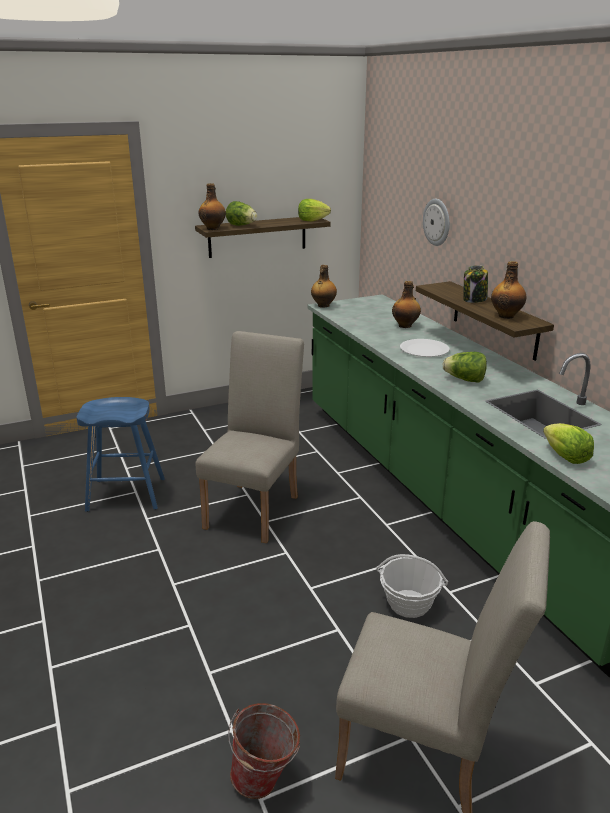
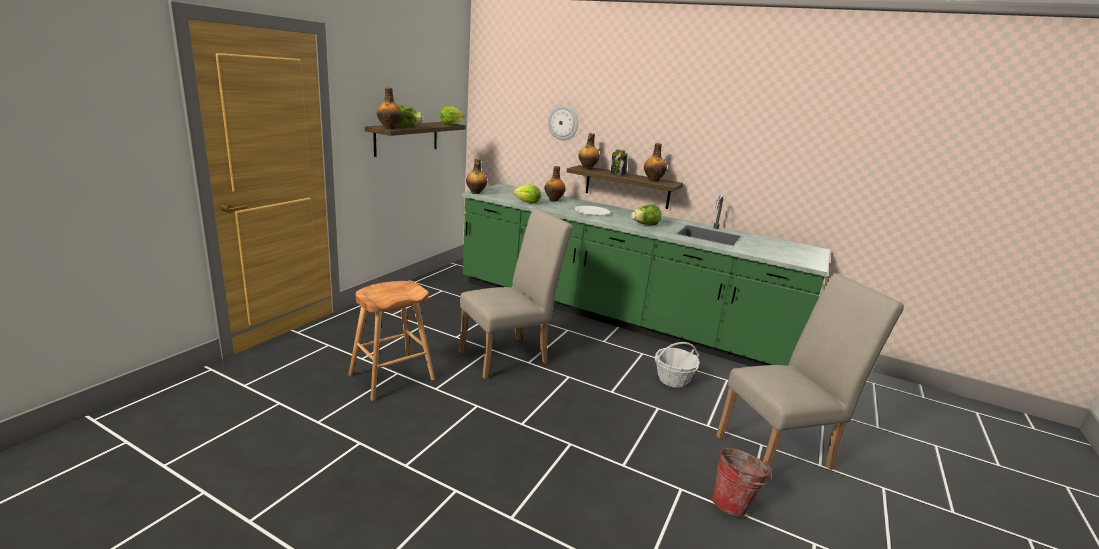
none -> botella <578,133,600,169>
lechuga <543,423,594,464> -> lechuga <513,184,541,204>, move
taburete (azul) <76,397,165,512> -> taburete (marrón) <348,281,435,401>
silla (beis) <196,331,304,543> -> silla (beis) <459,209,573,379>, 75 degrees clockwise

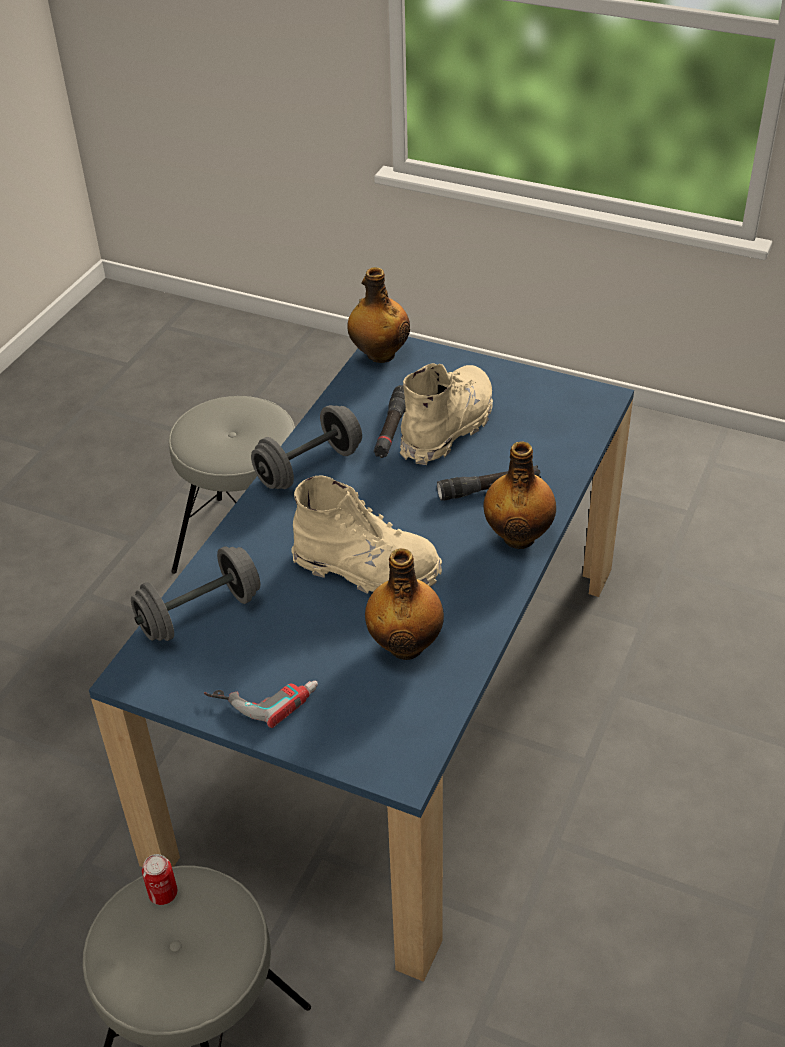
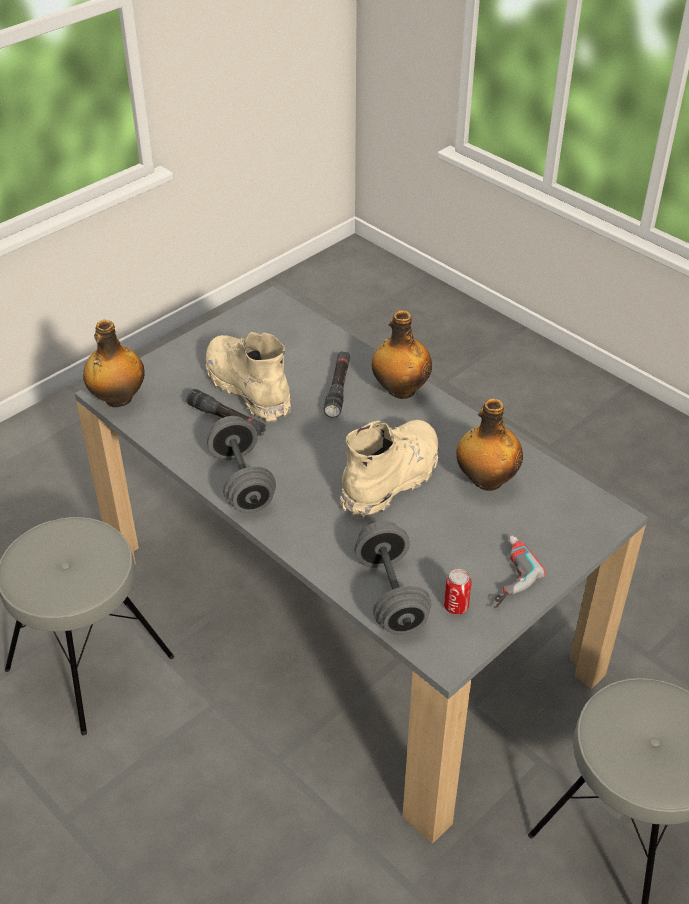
lata <142,854,177,905> -> lata <444,569,472,615>, move
mesa de comedor (azul) <89,337,634,982> -> mesa de comedor (gris) <75,286,648,844>

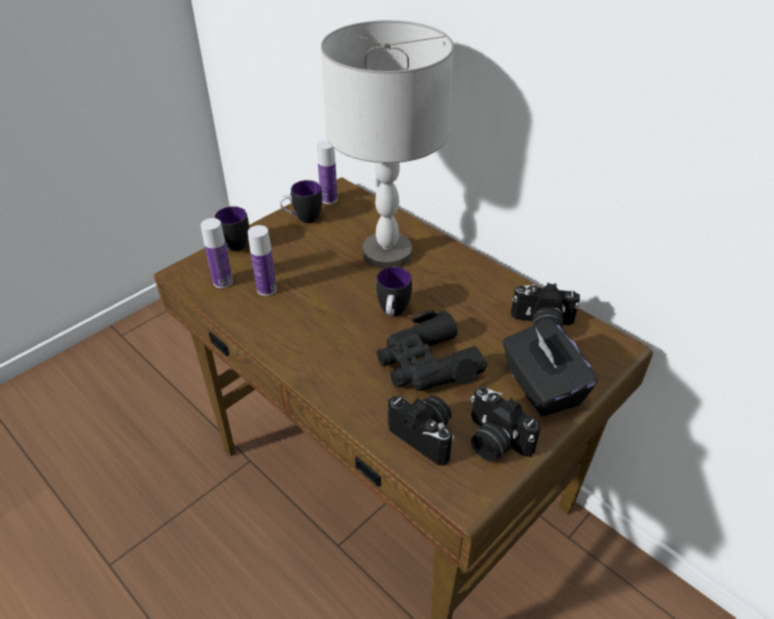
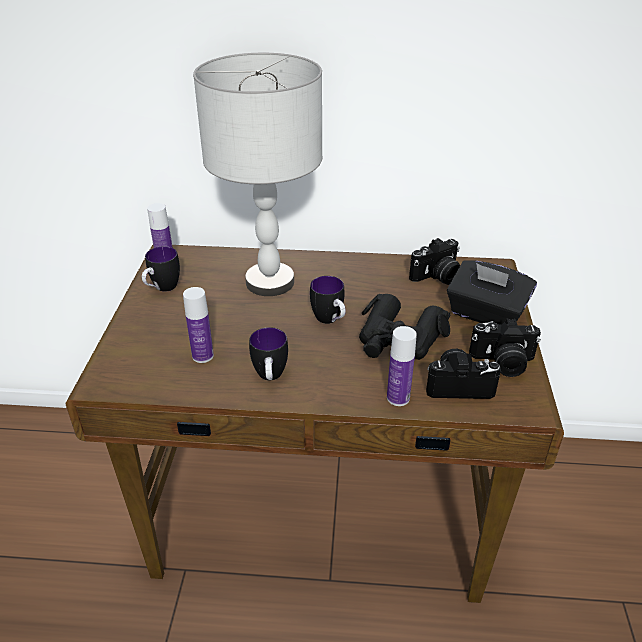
botella <201,218,233,288> -> botella <387,326,417,406>, move
taza grande <215,206,249,251> -> taza grande <249,327,288,380>, move

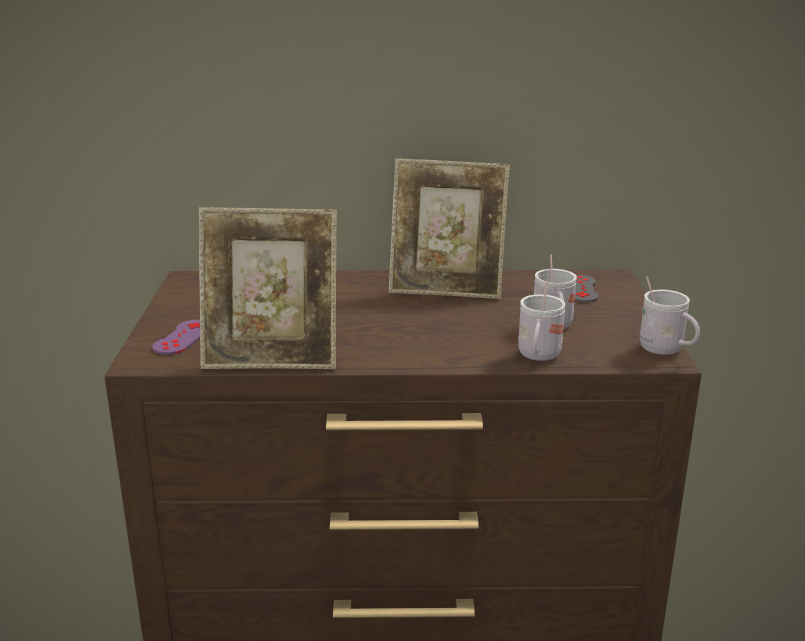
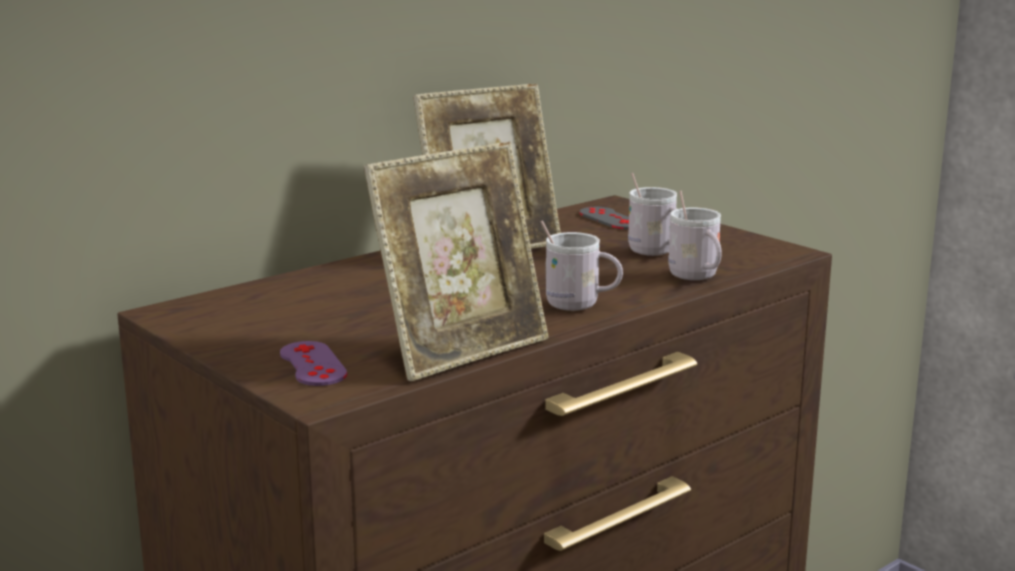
taza grande (blanco) <640,276,700,355> -> taza grande (blanco) <540,220,623,311>, move

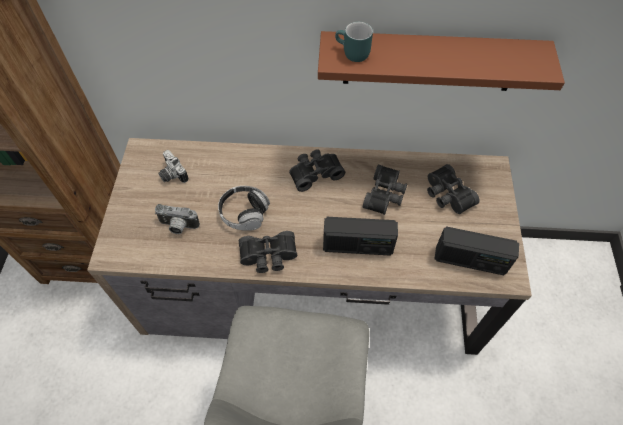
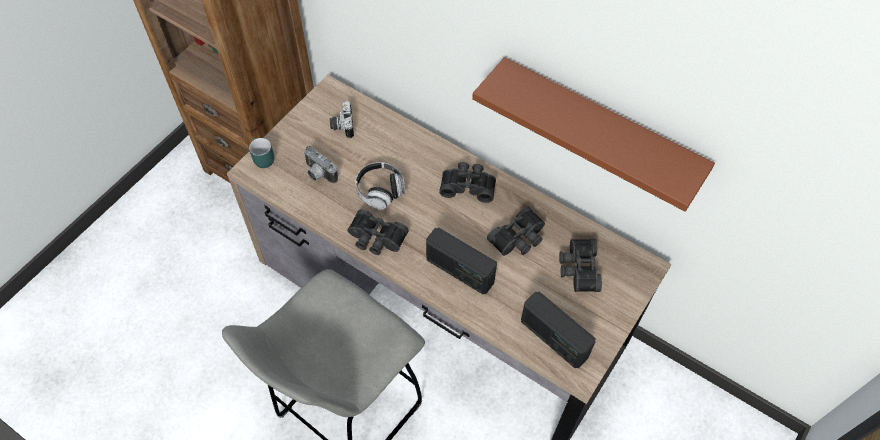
taza grande (turquesa) <335,22,373,62> -> taza grande (turquesa) <249,138,274,168>, move

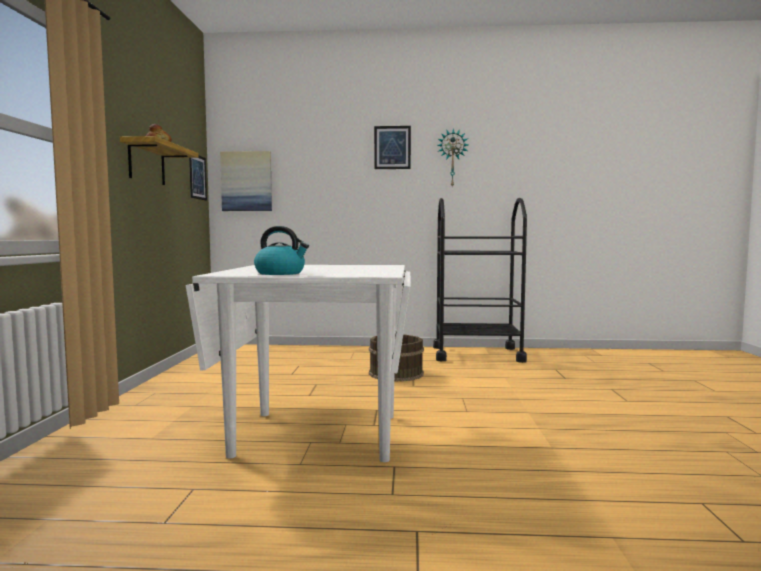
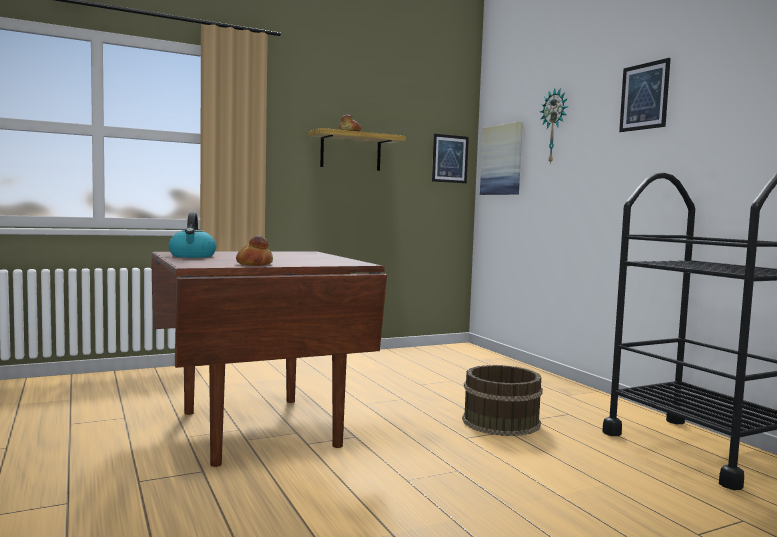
none -> pan <236,235,273,266>
reloj de pared <437,128,468,188> -> reloj de pared <540,88,568,165>, move
mesa de comedor (blanco) <186,265,411,462> -> mesa de comedor (marrón) <151,251,387,467>

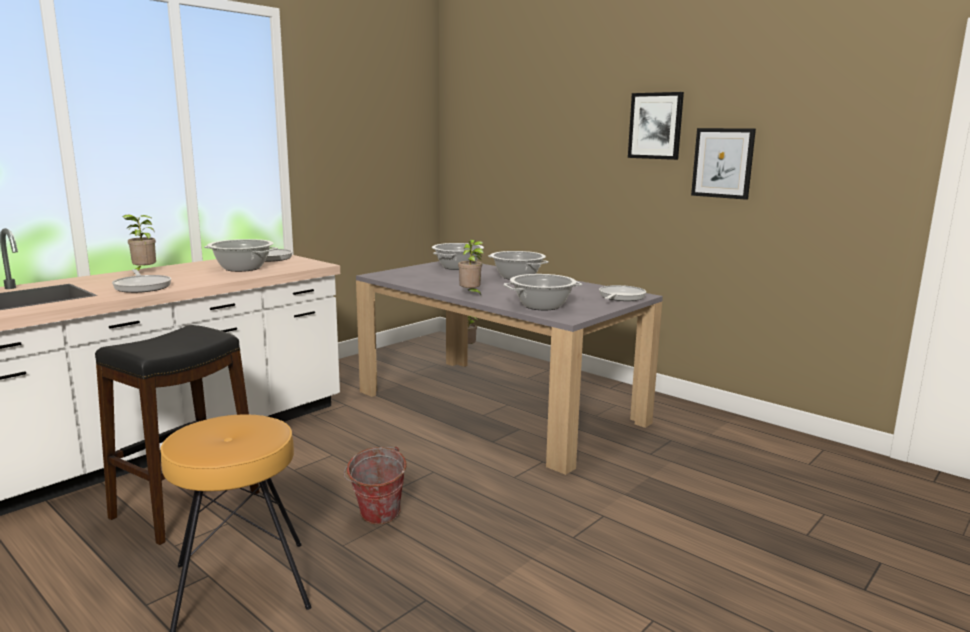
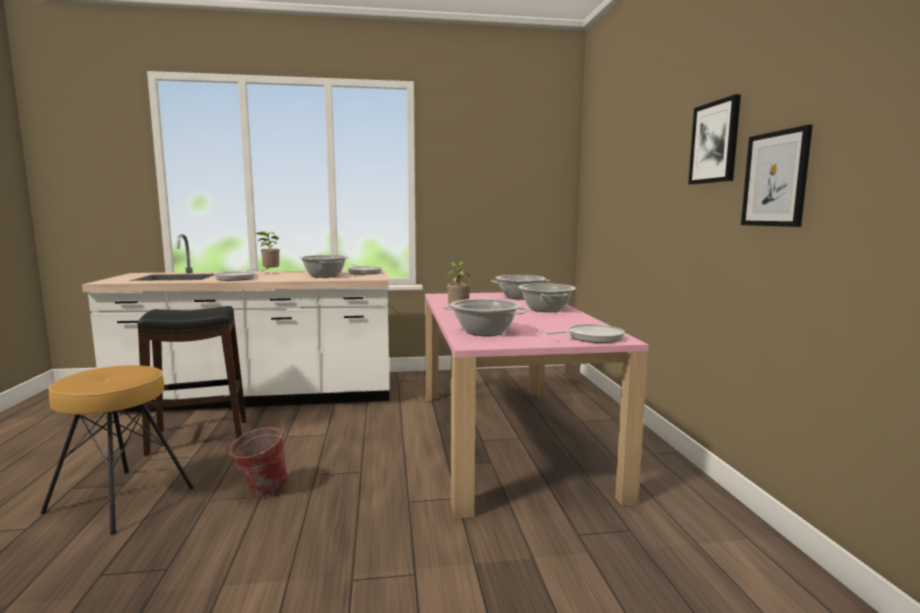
mesa de comedor (gris) <356,261,663,475> -> mesa de comedor (rosa) <425,292,649,519>

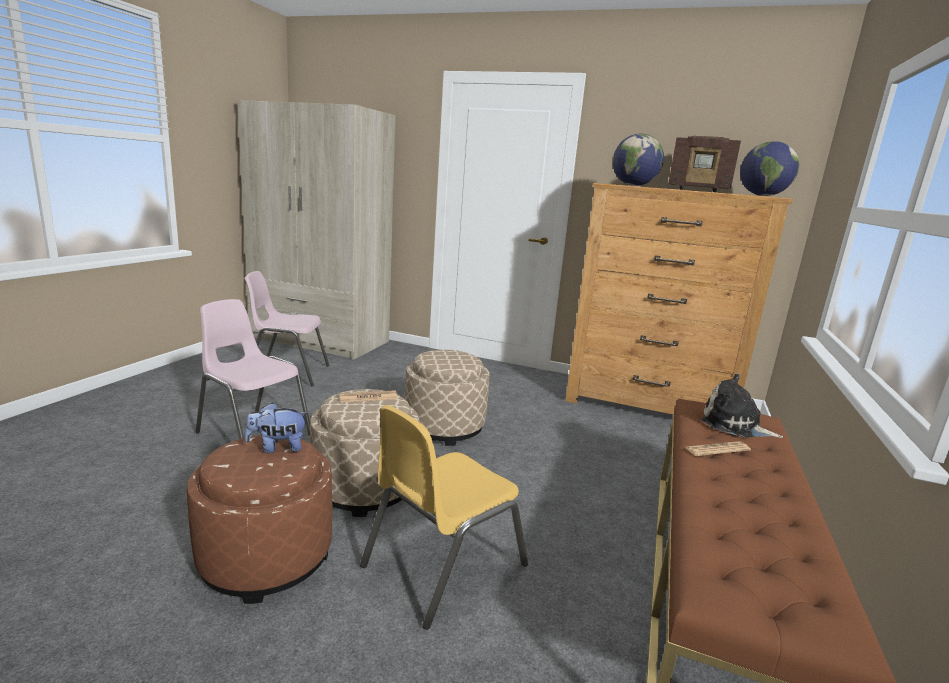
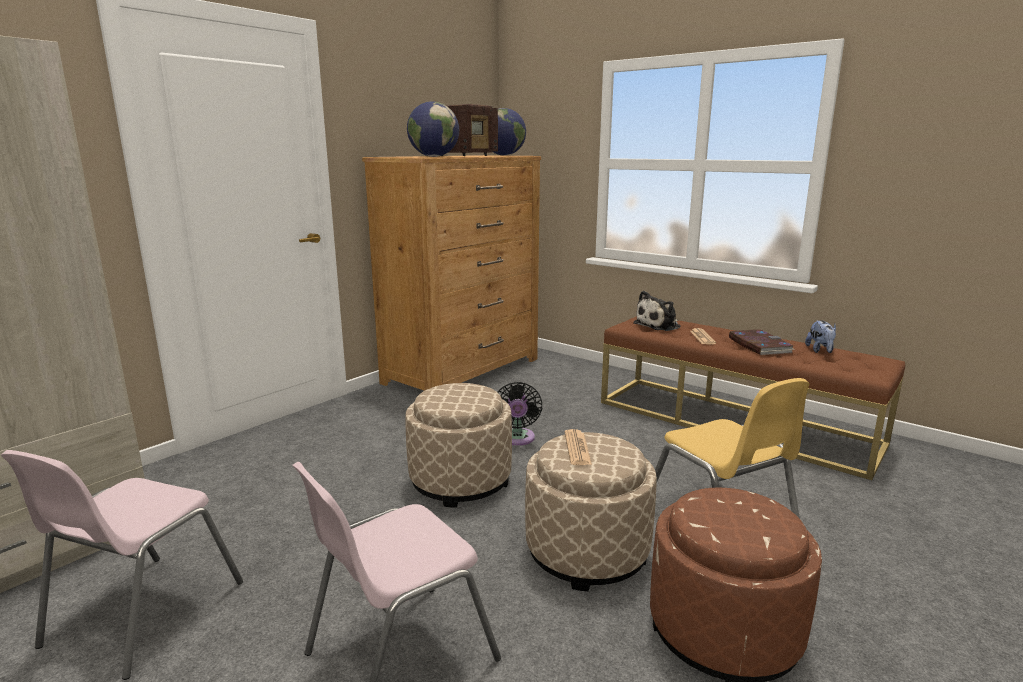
none -> ventilador (negro) <498,382,542,445>
none -> libro <729,329,795,355>
peluche <245,403,309,453> -> peluche <805,320,836,353>, move

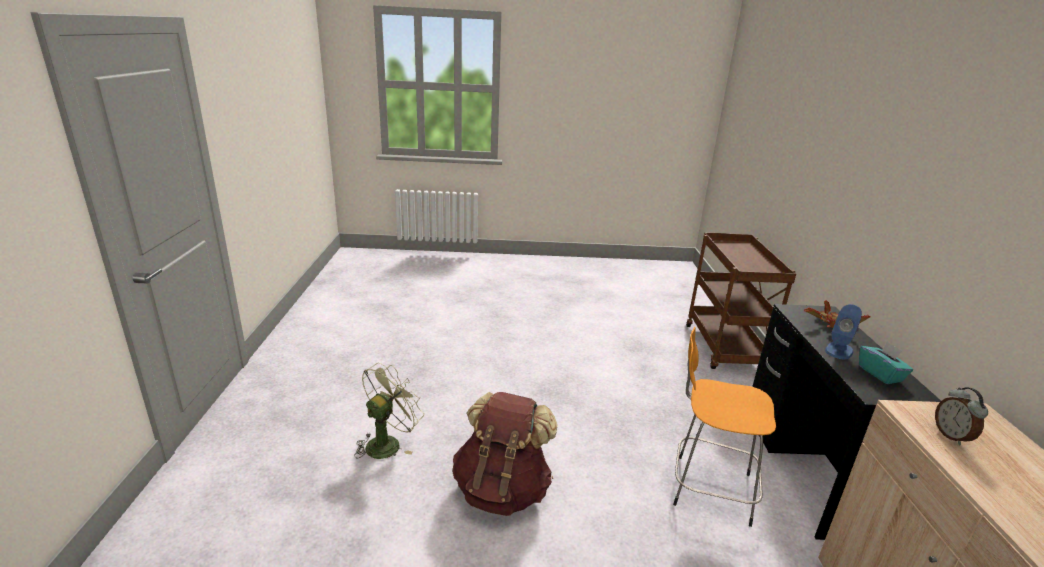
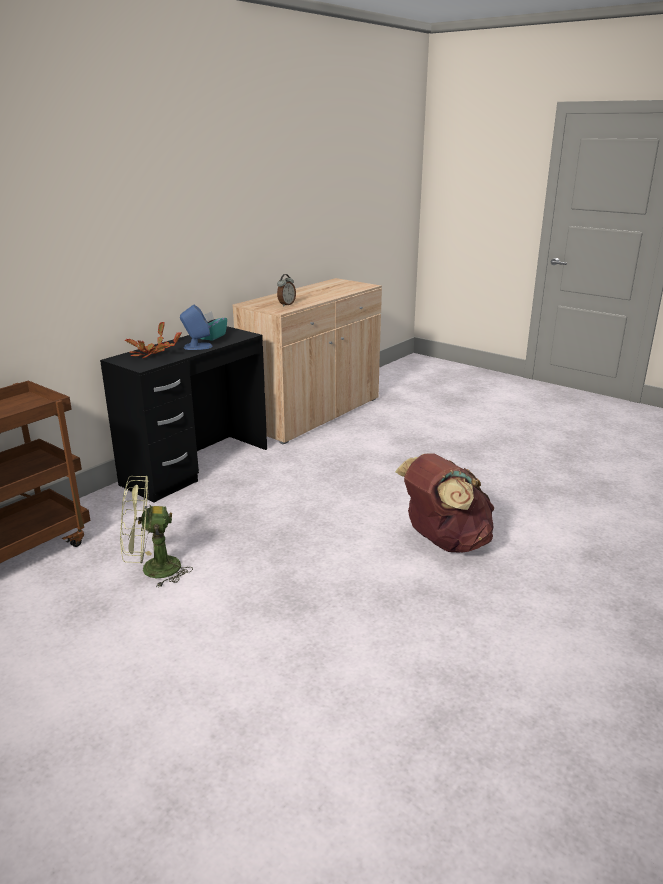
taburete (naranja) <673,327,776,527> -> none
ventilador (verde) <354,363,424,459> -> ventilador (verde) <120,476,193,588>, move

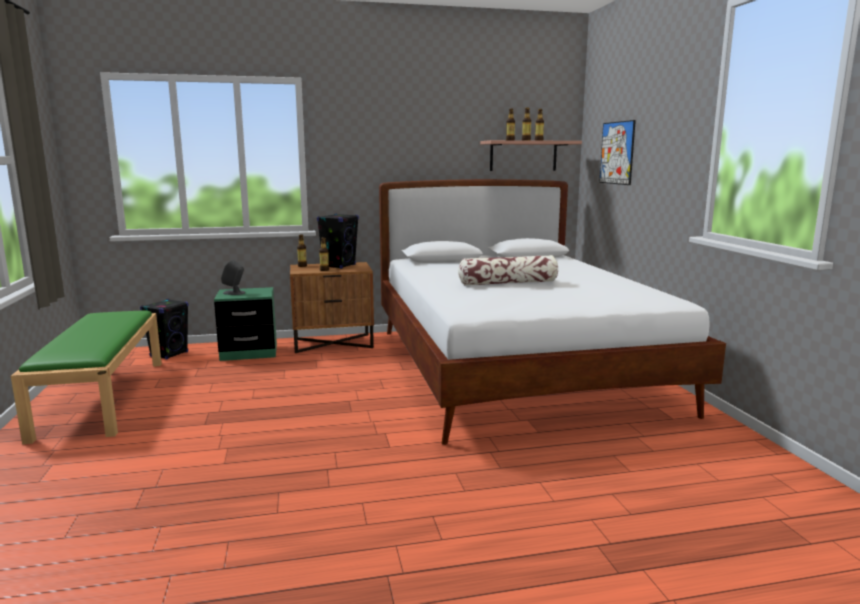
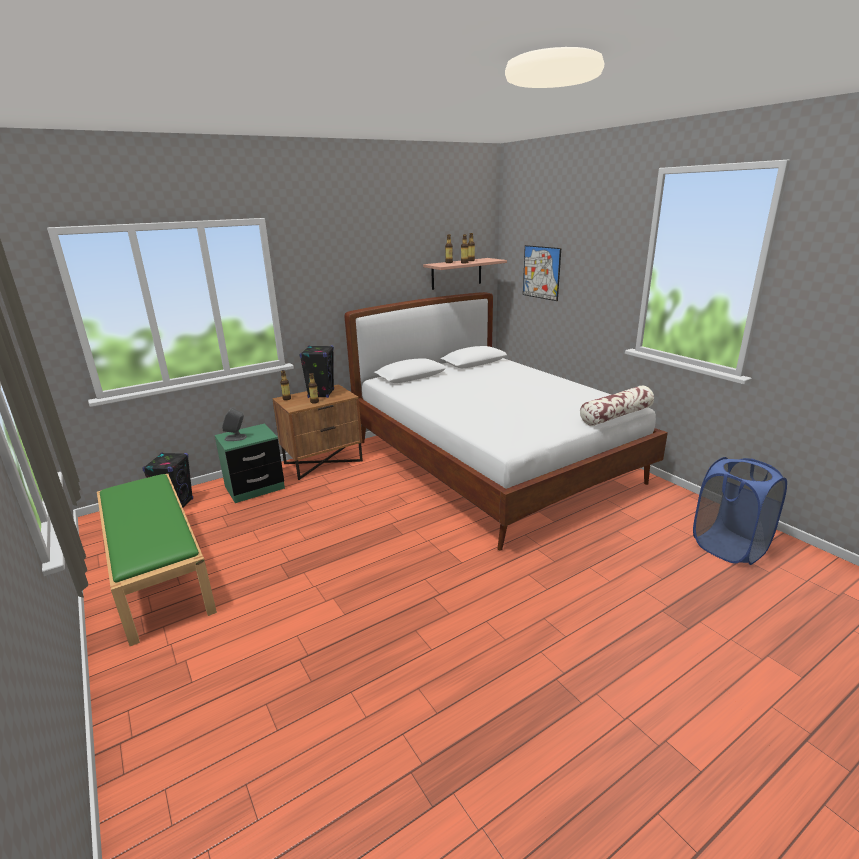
none -> cesto de la ropa (azul) <693,457,787,565>
cojín <458,255,558,286> -> cojín <580,385,654,426>, move

